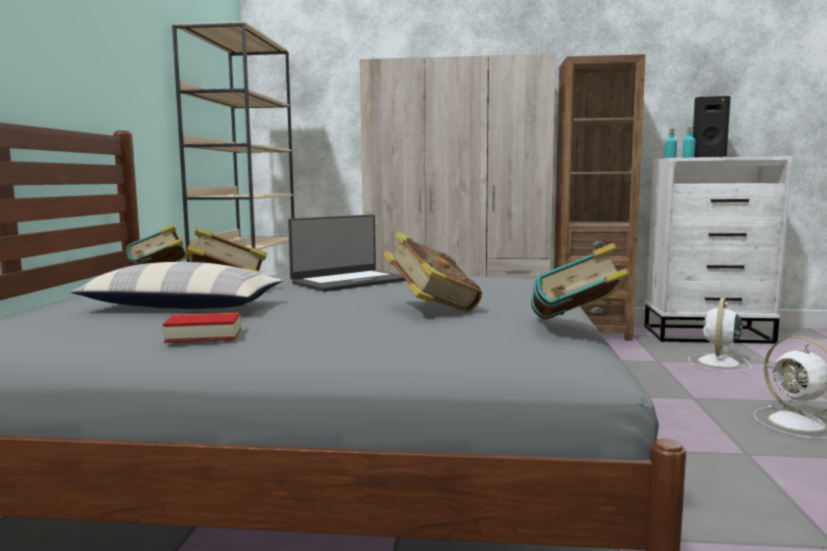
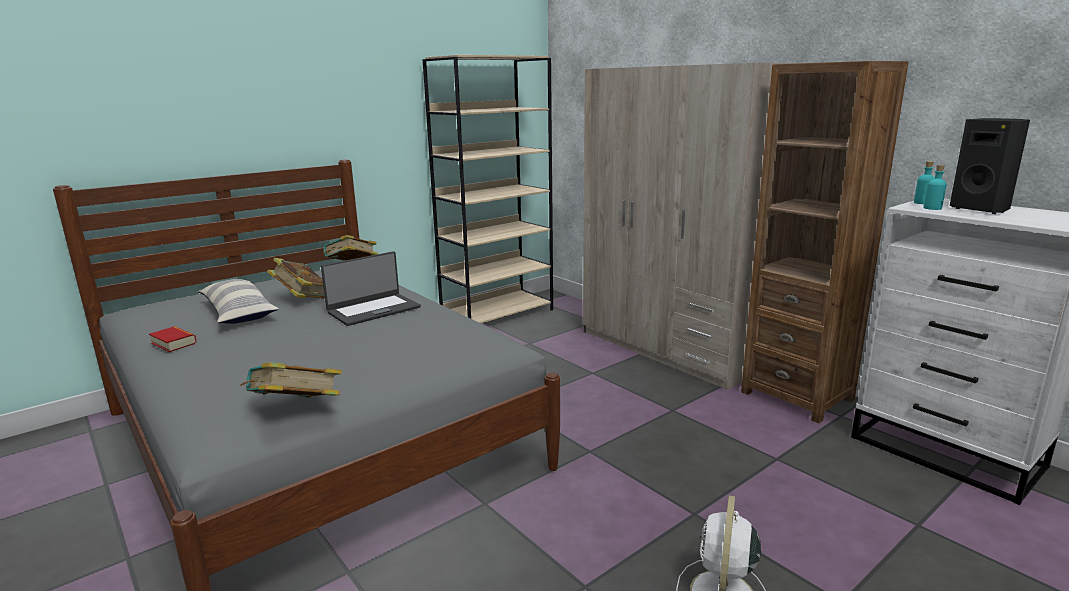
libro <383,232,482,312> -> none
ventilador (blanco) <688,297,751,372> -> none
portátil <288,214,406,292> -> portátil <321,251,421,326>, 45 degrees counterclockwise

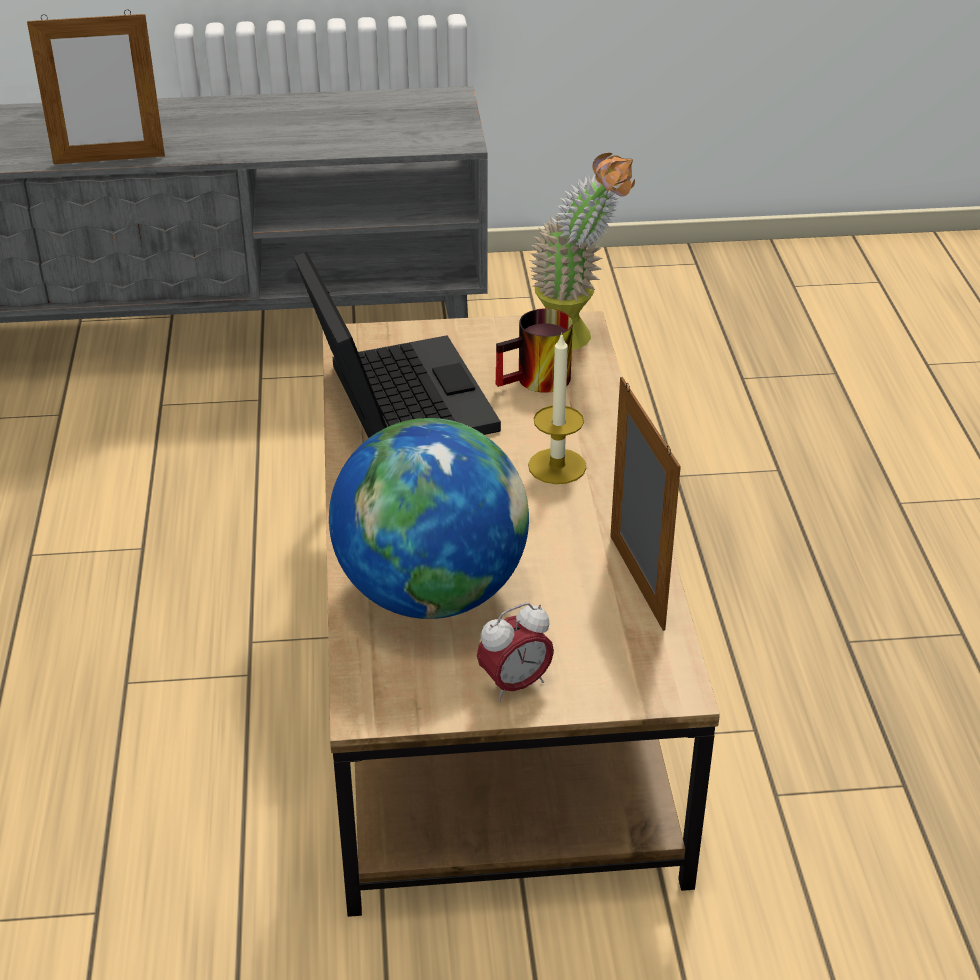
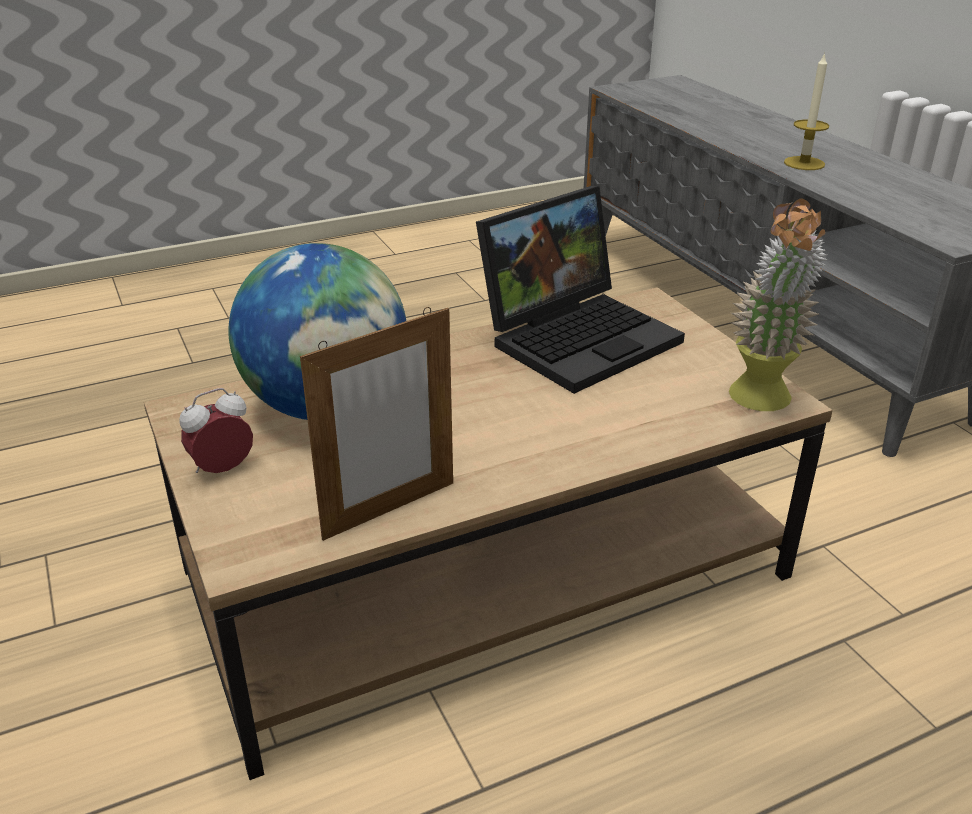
portarretratos <27,9,165,164> -> none
taza grande <496,308,573,393> -> none
vela <528,332,586,484> -> vela <784,52,829,170>, move
despertador <477,602,554,701> -> despertador <180,388,253,473>, 105 degrees clockwise

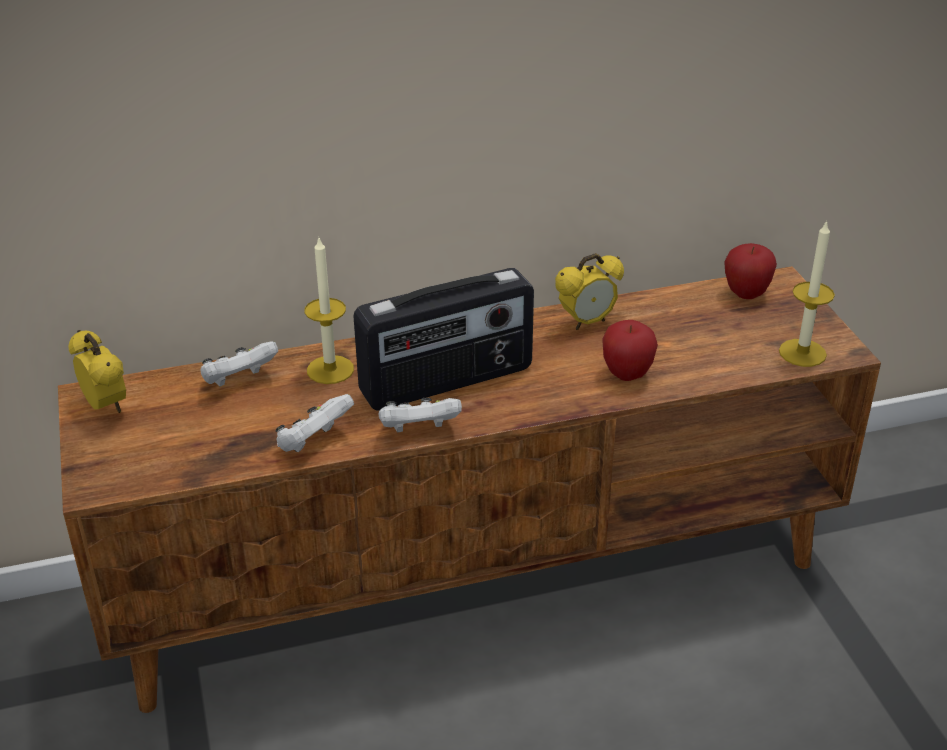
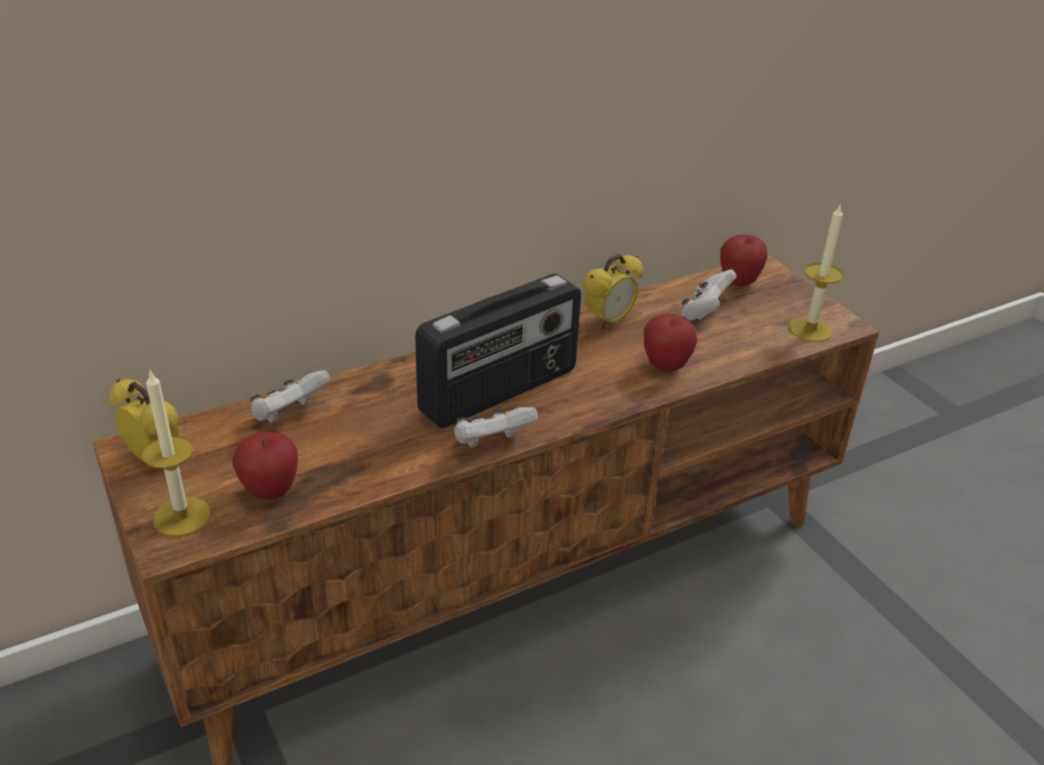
none -> manzana <232,432,298,500>
mando de consola (blanco) <275,394,354,453> -> mando de consola (blanco) <681,269,737,321>, move
vela <305,238,354,384> -> vela <142,369,211,537>, move

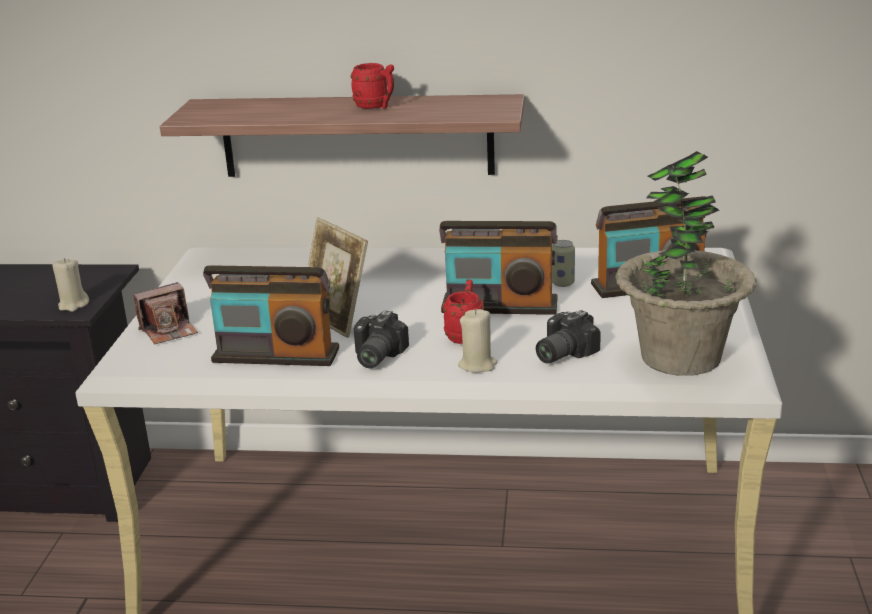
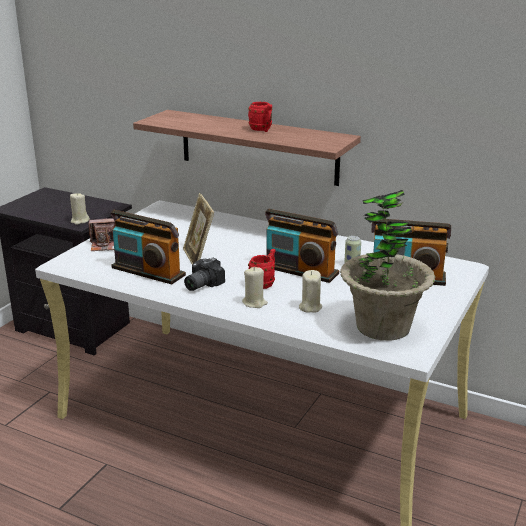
cámara <536,310,601,363> -> vela (beis) <299,270,322,313>

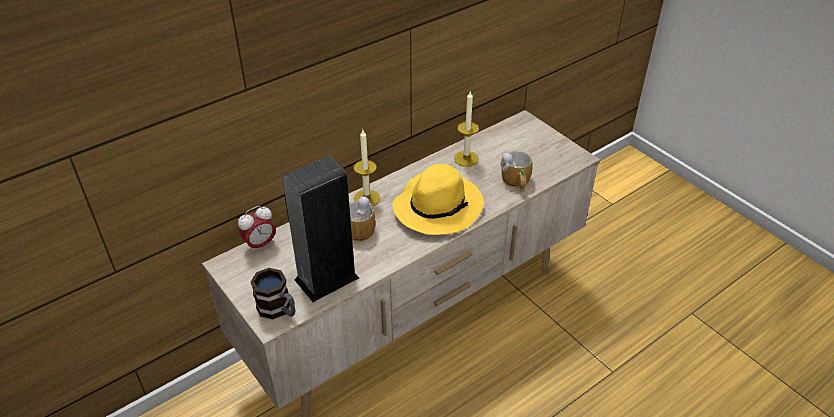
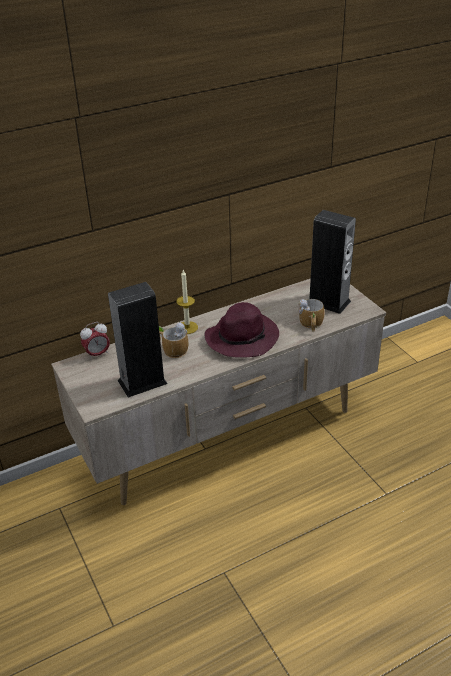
taza grande <251,268,295,319> -> none
vela <454,90,479,167> -> none
none -> altavoz <310,210,356,314>
sombrero (amarillo) <392,164,484,235> -> sombrero (morado) <205,302,279,358>

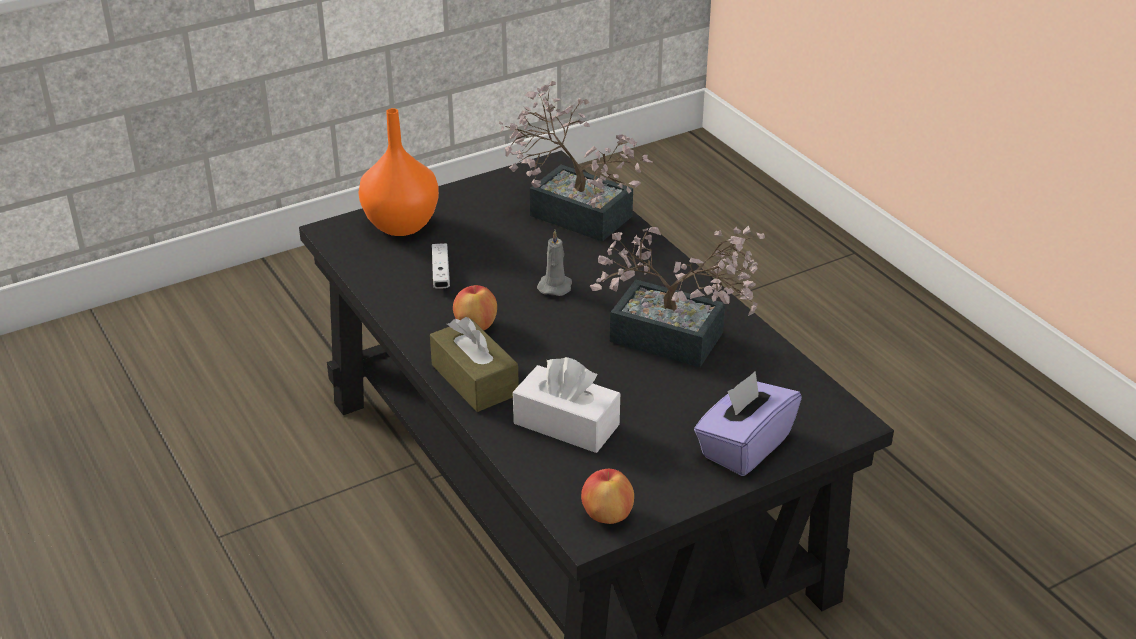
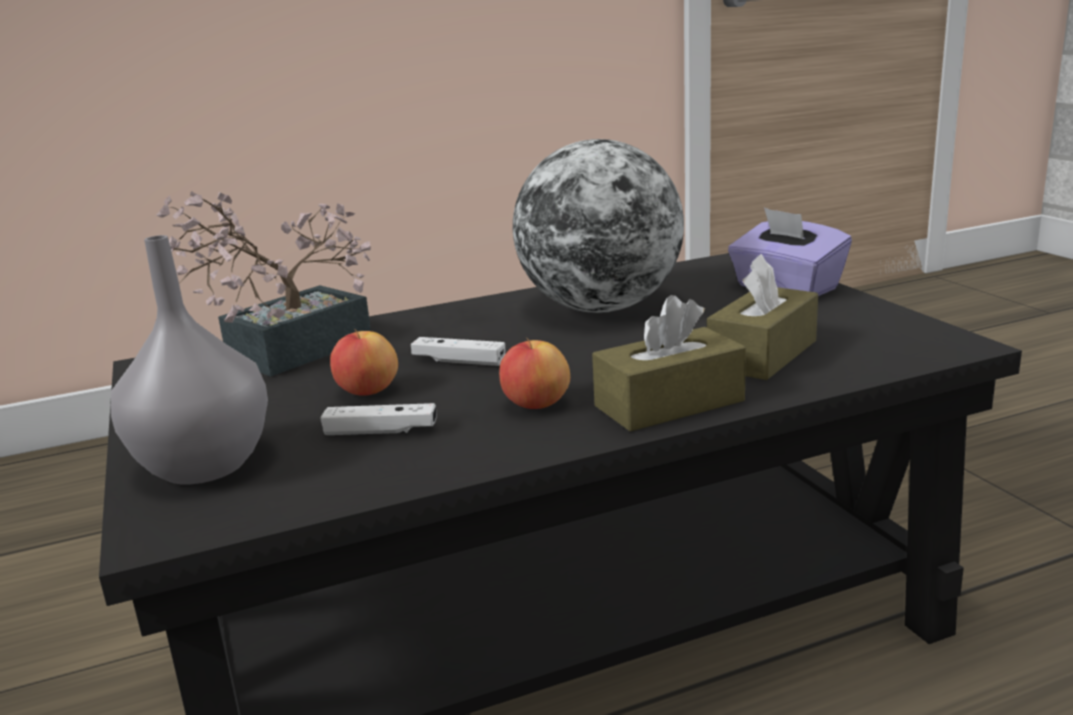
manzana <581,469,634,524> -> manzana <330,329,398,396>, move
vela (gris) <537,230,572,296> -> mando de consola (blanco) <411,337,505,366>
planta en maceta <590,226,765,367> -> globo terráqueo <513,139,684,313>
florero (naranja) <359,108,439,236> -> florero (gris) <111,235,268,484>
caja de pañuelos (blanco) <513,357,620,453> -> caja de pañuelos (marrón) <707,254,818,380>

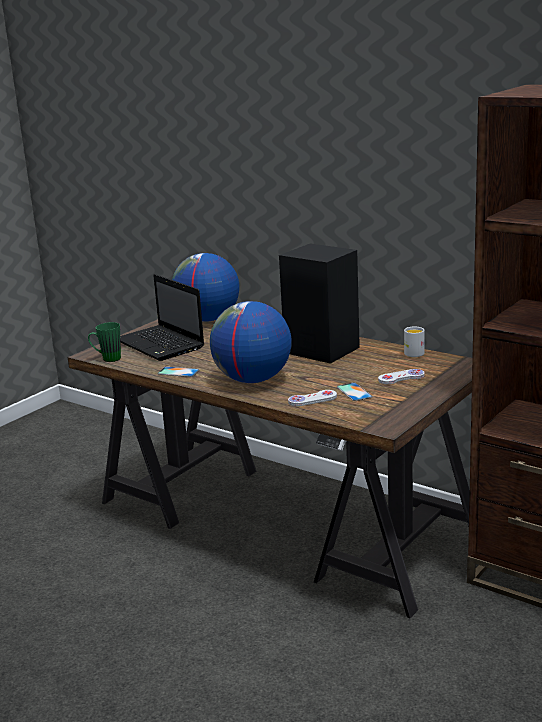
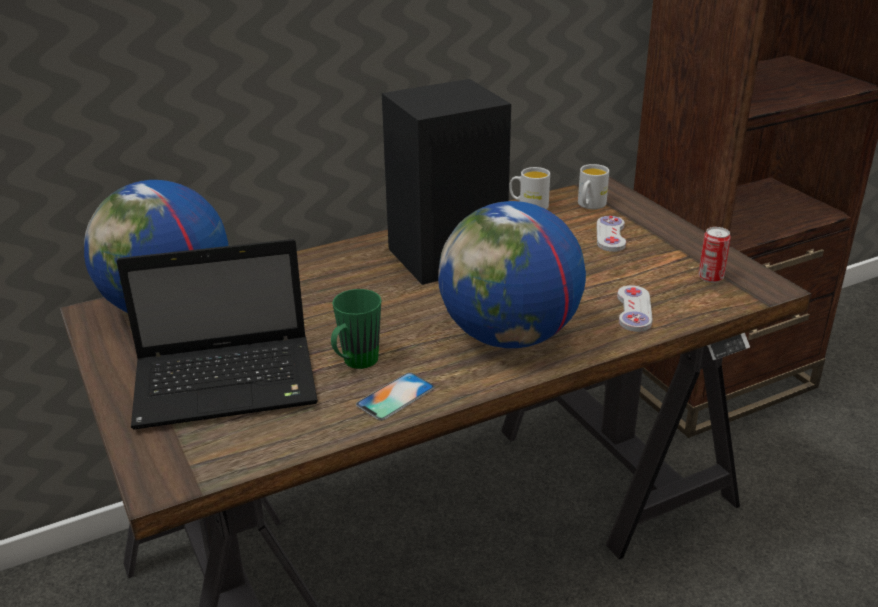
móvil <337,382,373,401> -> none
none -> taza grande (blanco) <578,164,609,209>
none -> lata <698,227,731,283>
taza grande (verde) <88,322,121,362> -> taza grande (verde) <331,289,381,369>, move

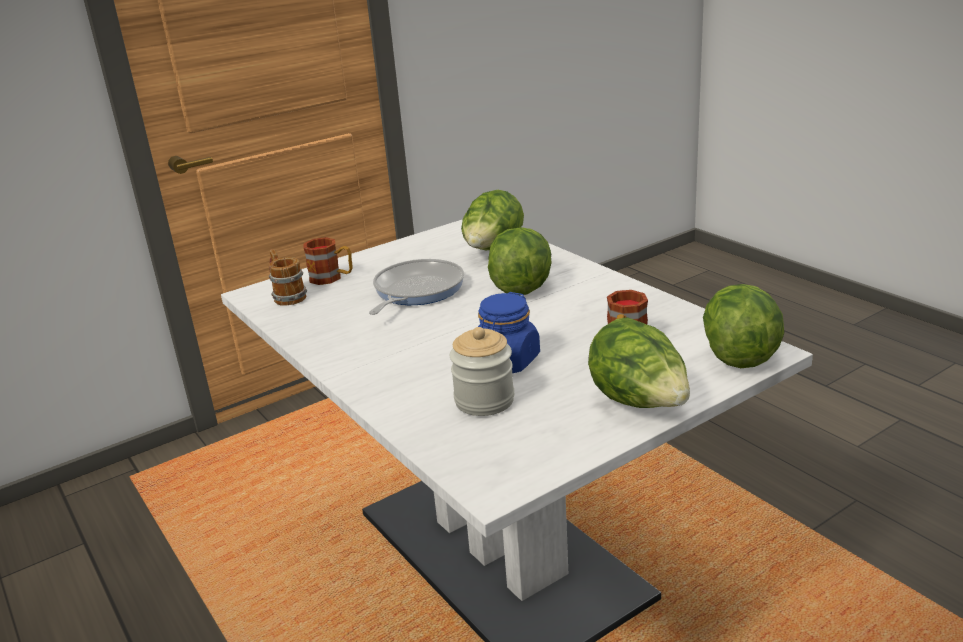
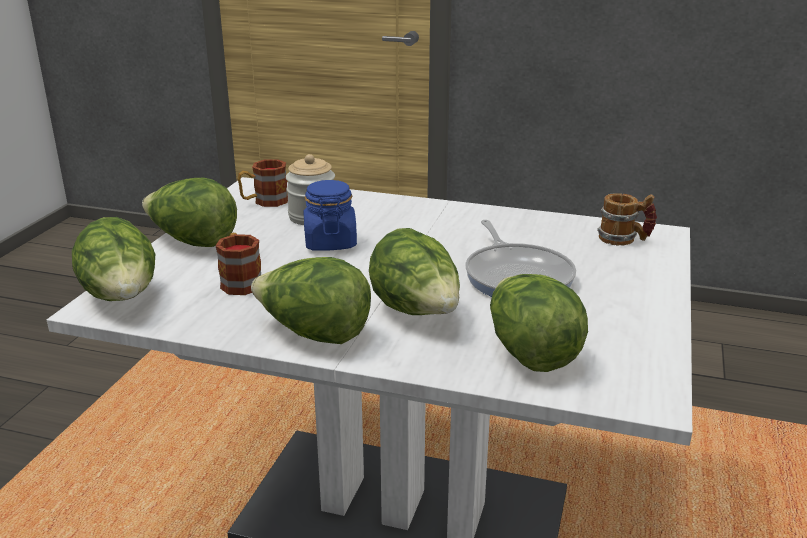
none -> lechuga <251,257,371,344>
taza grande <304,237,353,285> -> taza grande <238,159,288,207>, move

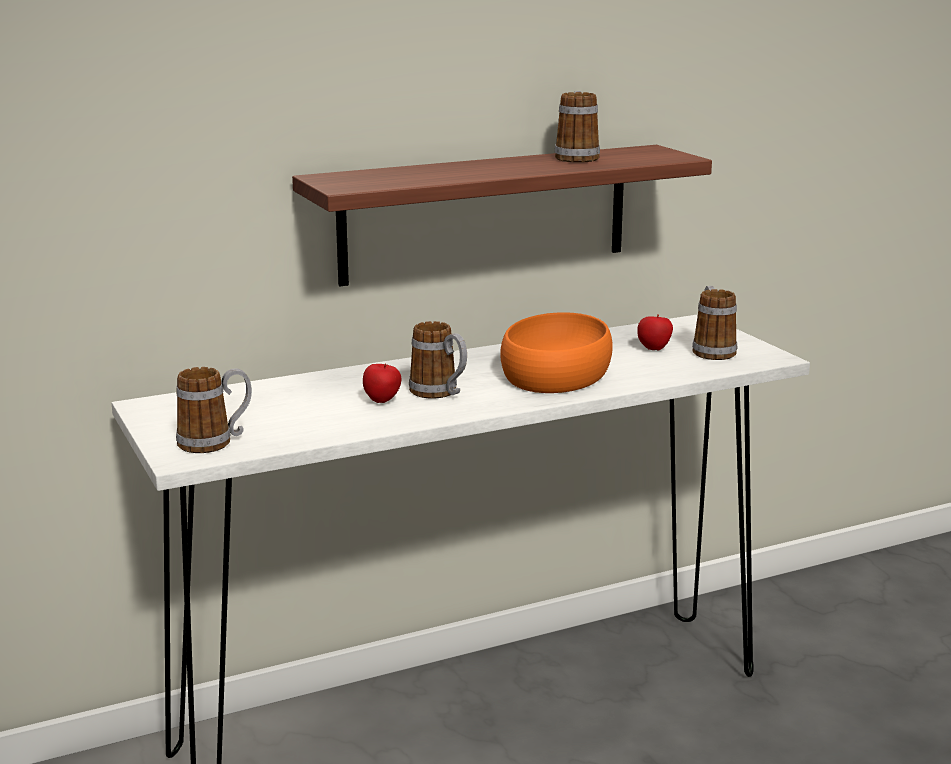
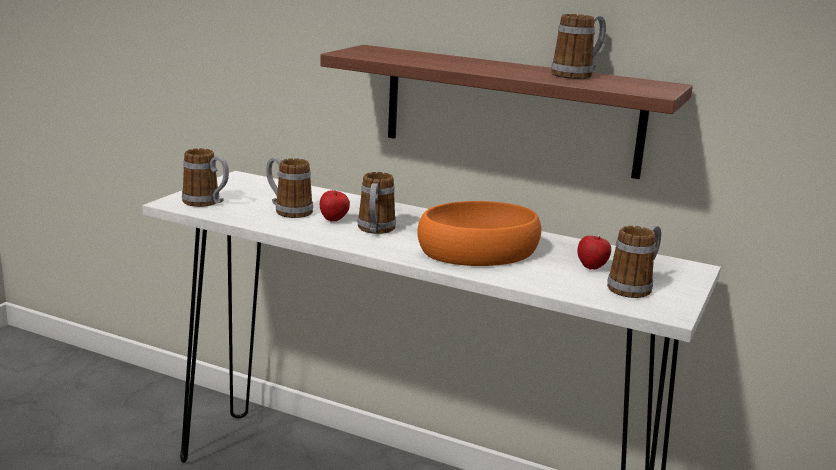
none -> taza grande <266,157,313,218>

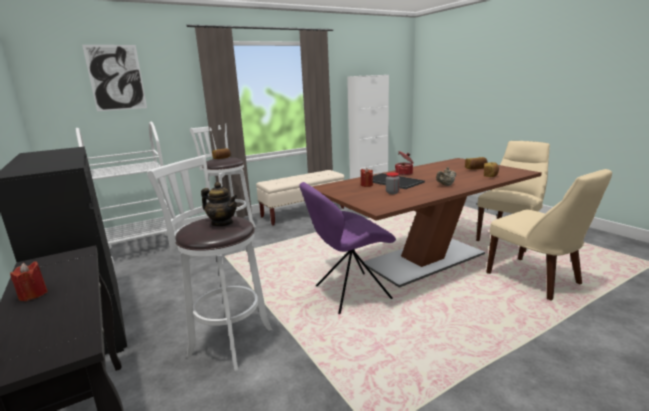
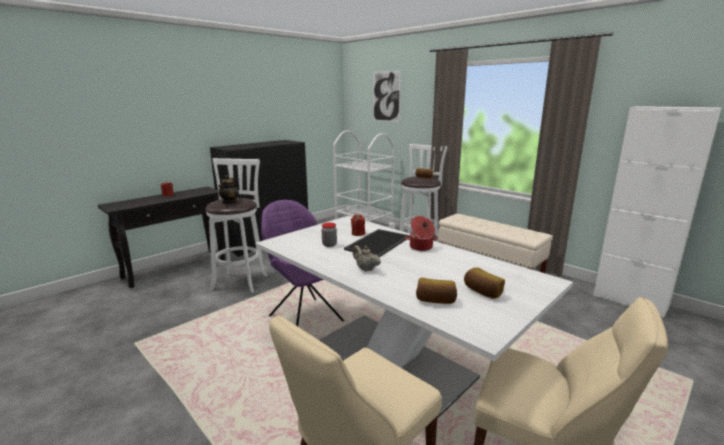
mesa de comedor (marrón) <312,158,542,288> -> mesa de comedor (blanco) <255,216,573,419>

